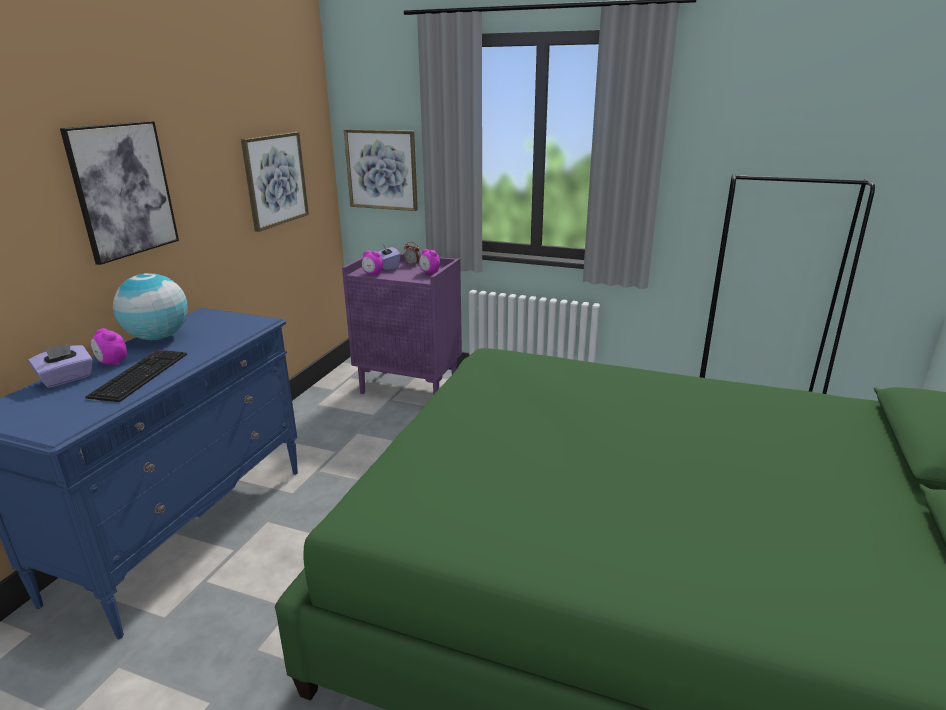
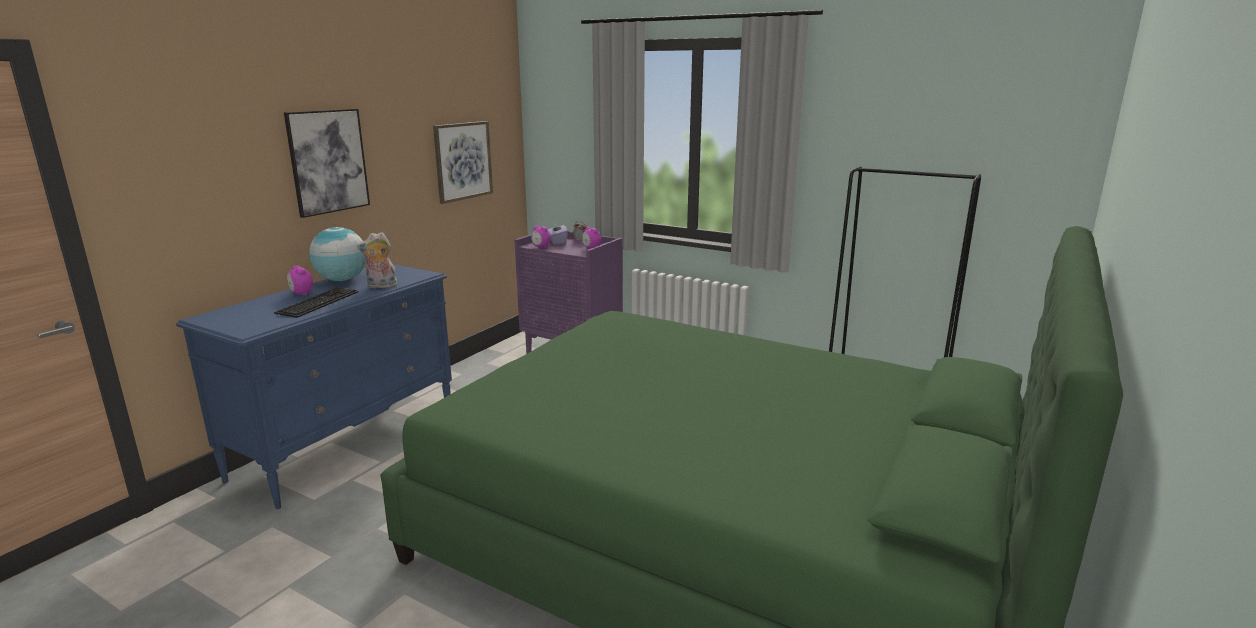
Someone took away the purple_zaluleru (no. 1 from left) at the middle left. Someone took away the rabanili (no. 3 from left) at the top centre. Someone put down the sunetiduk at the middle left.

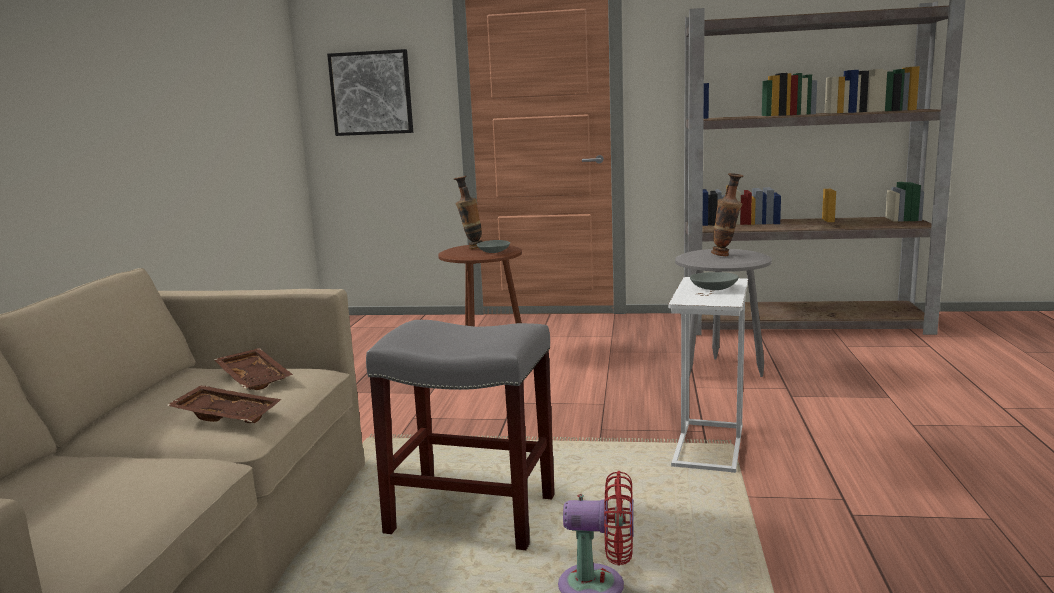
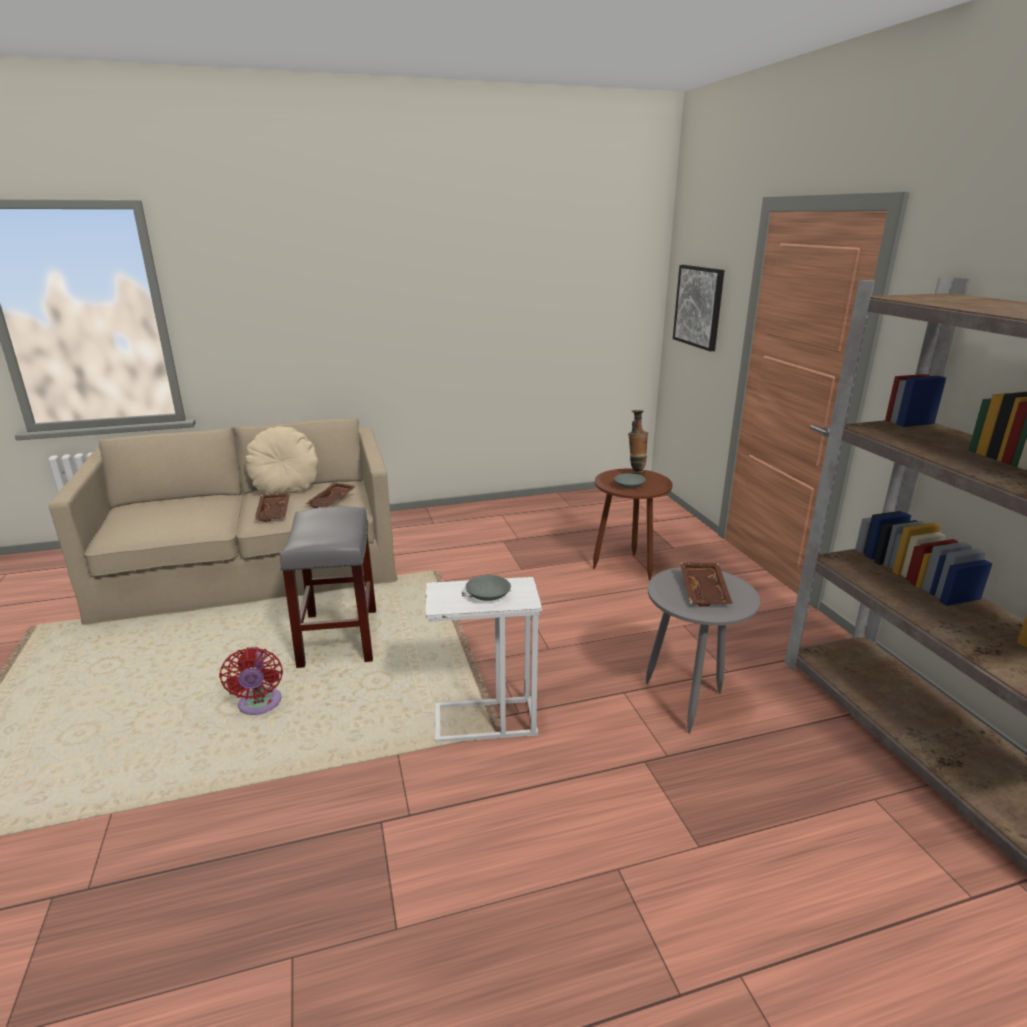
Someone put down the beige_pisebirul at the middle left. Someone swapped the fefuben (no. 2 from left) at the middle right for the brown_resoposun (no. 3 from left) at the middle right.

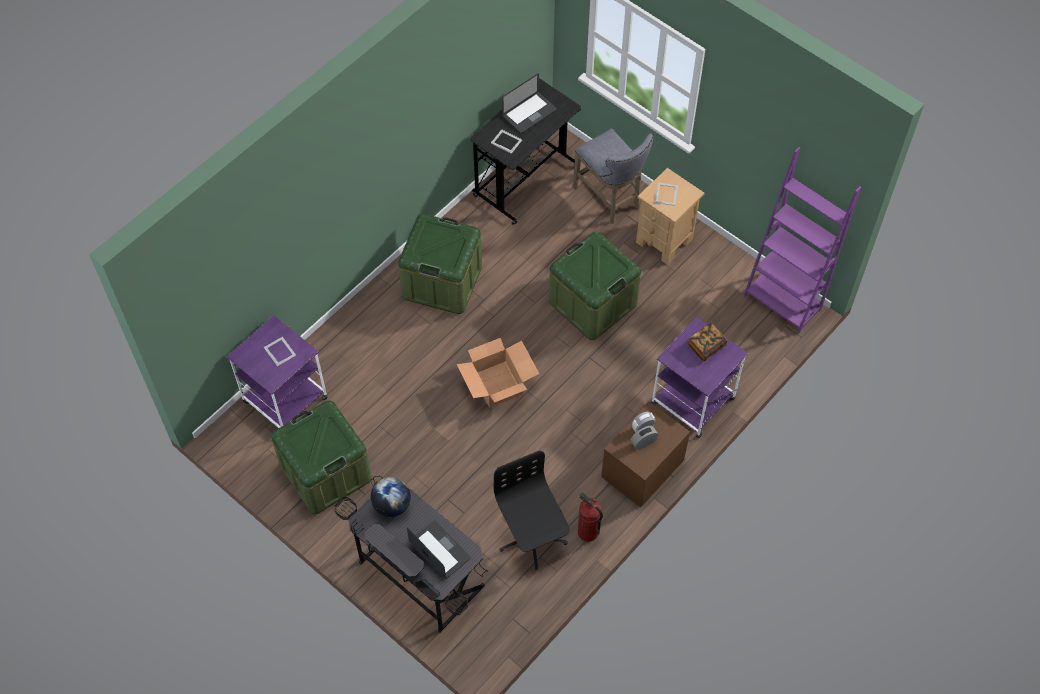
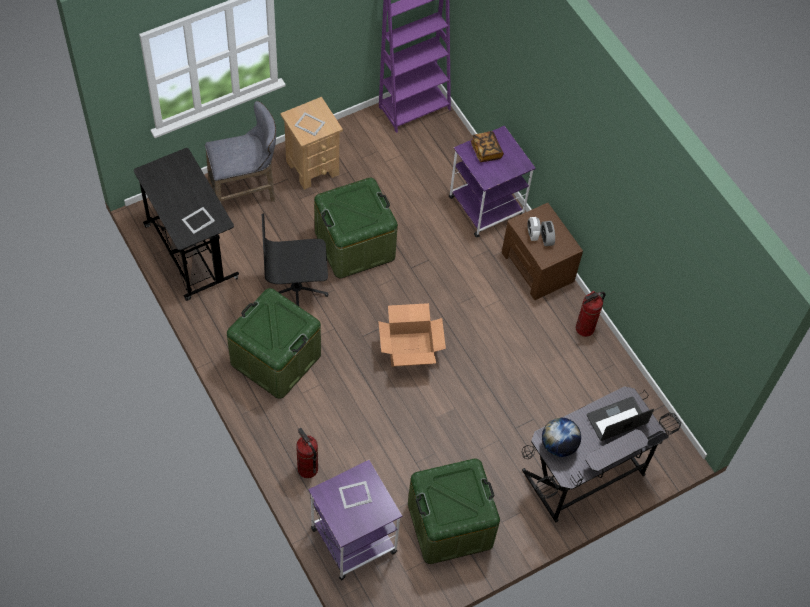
Someone took away the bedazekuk (no. 2 from left) at the top centre. Someone put down the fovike (no. 1 from left) at the bottom centre. Someone carried the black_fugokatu from the bottom centre to the centre.

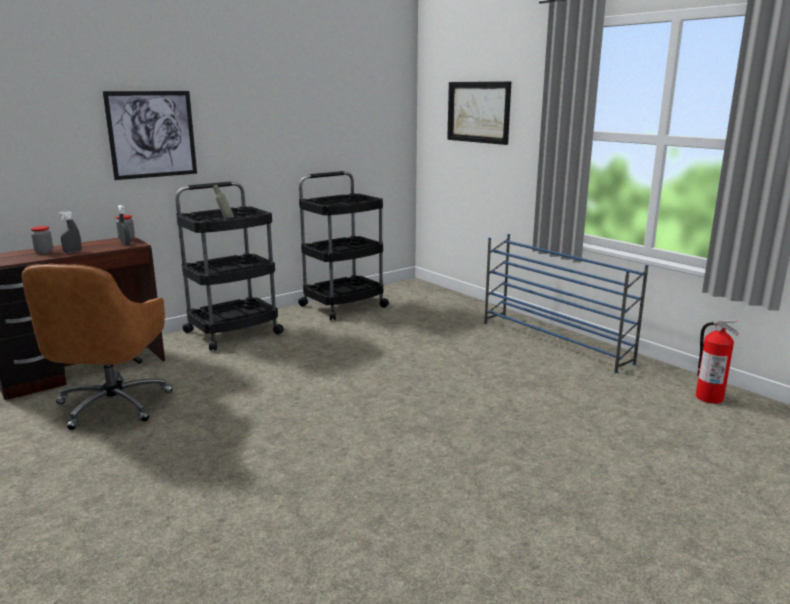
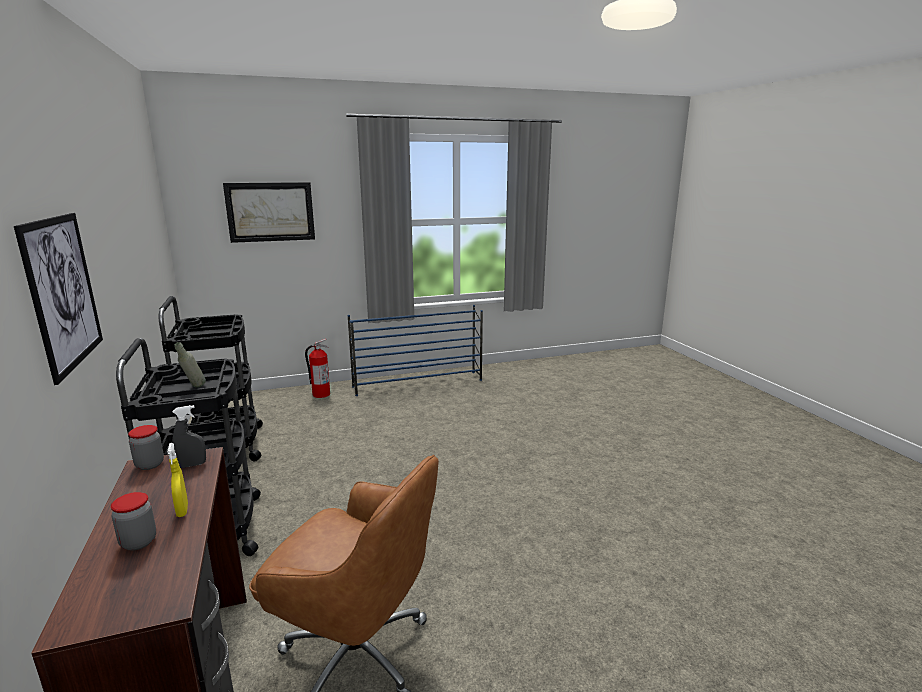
Someone carried the fovike from the middle right to the centre. Someone repainted the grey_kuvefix (no. 1 from left) at the middle left, which became the yellow_kuvefix at the bottom left.

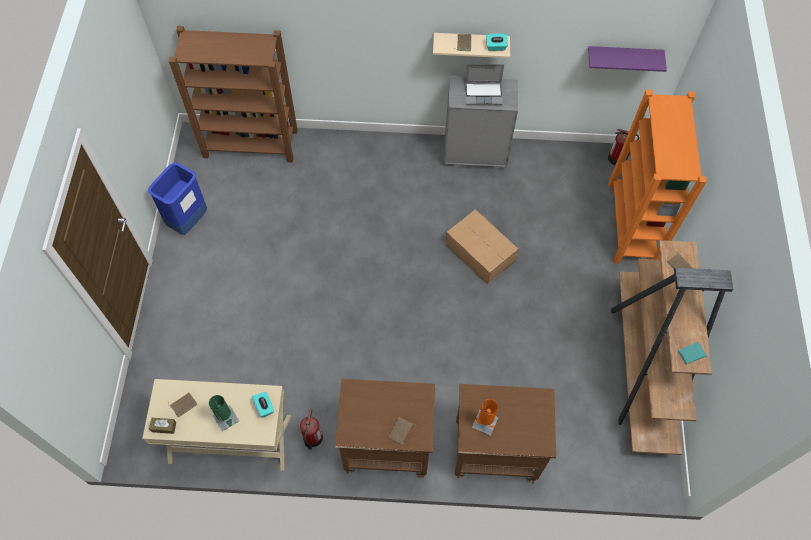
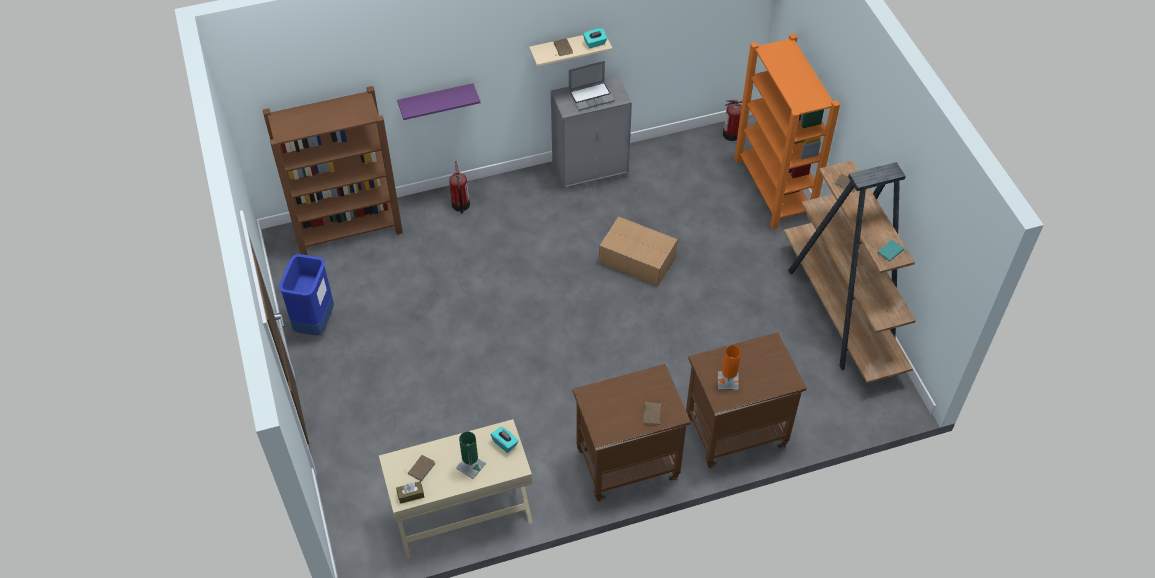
Someone carried the fovike (no. 1 from left) from the bottom centre to the top centre. Someone carried the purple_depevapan from the top right to the top centre.

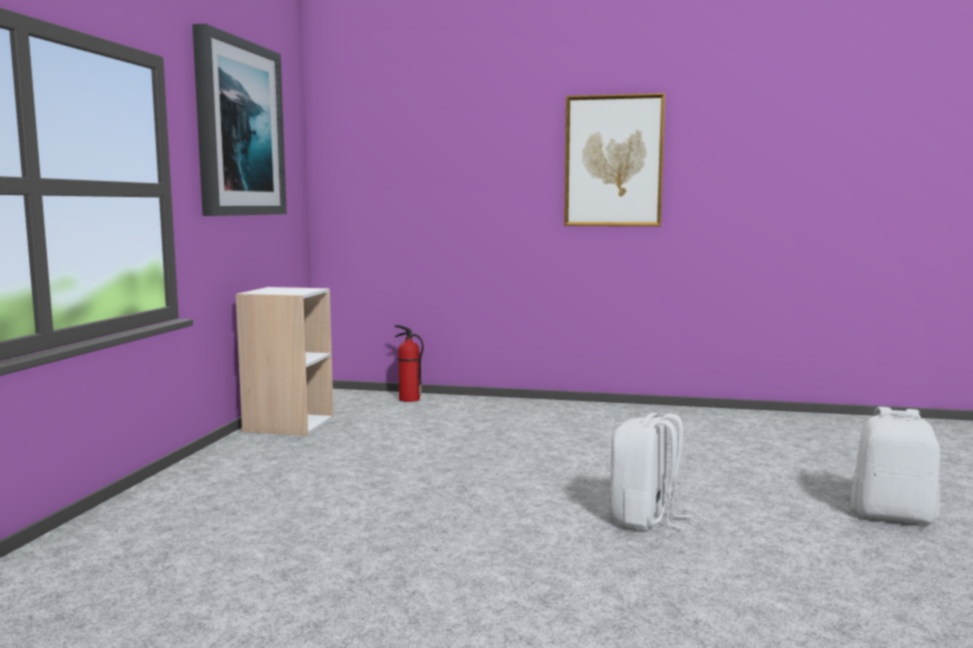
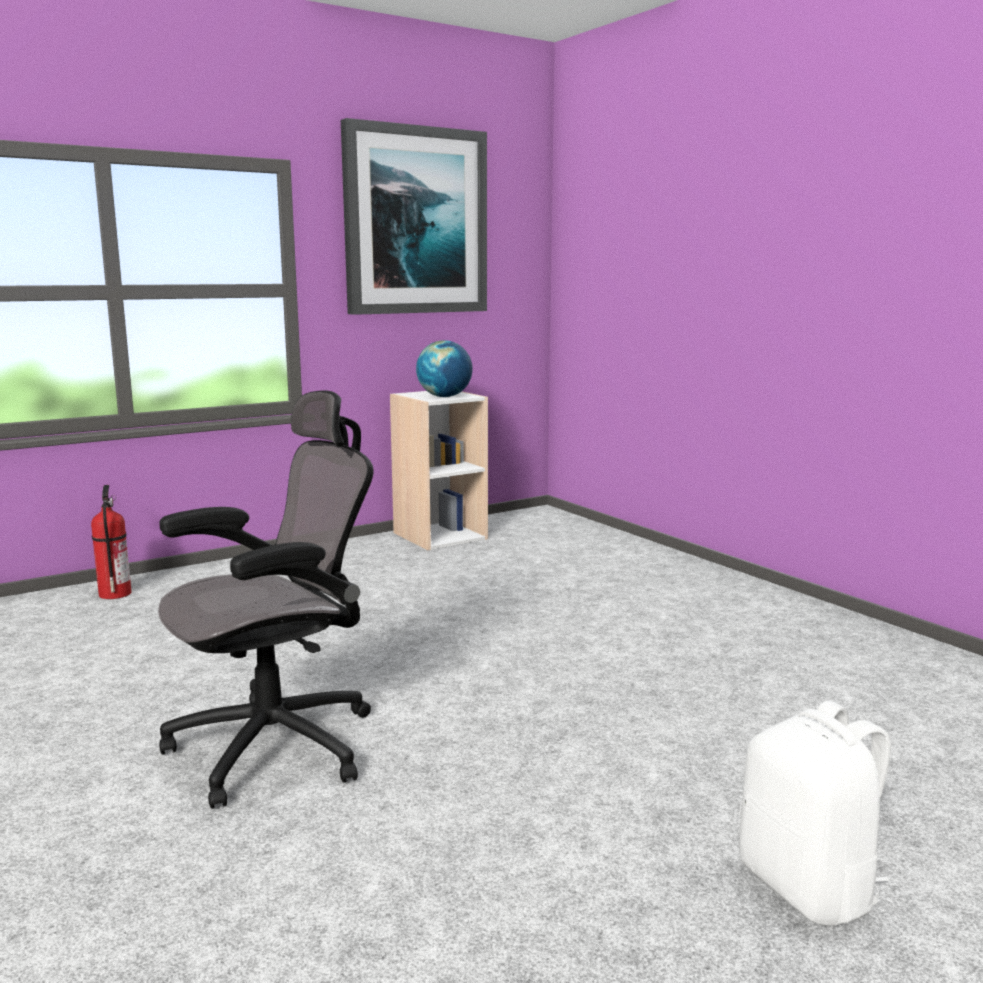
Someone took away the rabanili (no. 2 from left) at the top centre. Someone took away the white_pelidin (no. 1 from left) at the bottom right. Someone put down the fugokatu at the middle left. Someone put down the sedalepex at the centre. Someone carried the fovike from the centre to the middle left.

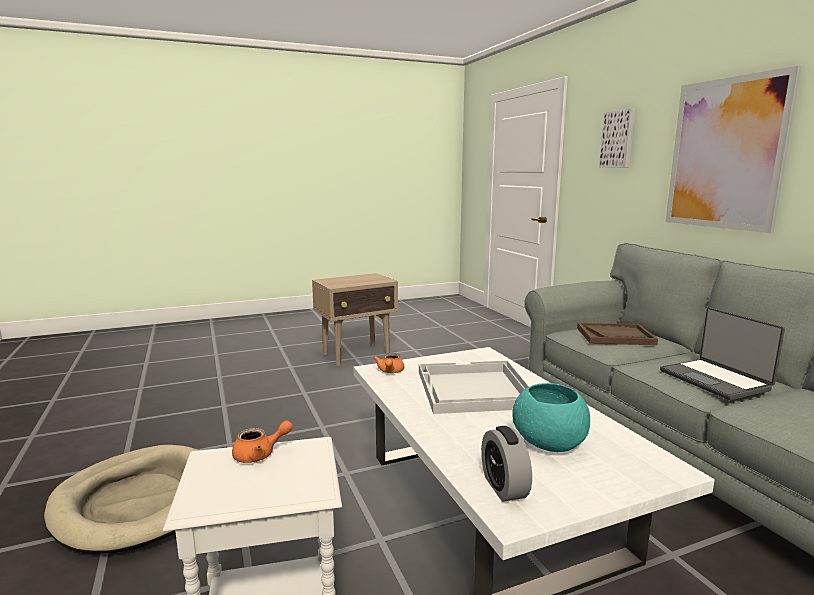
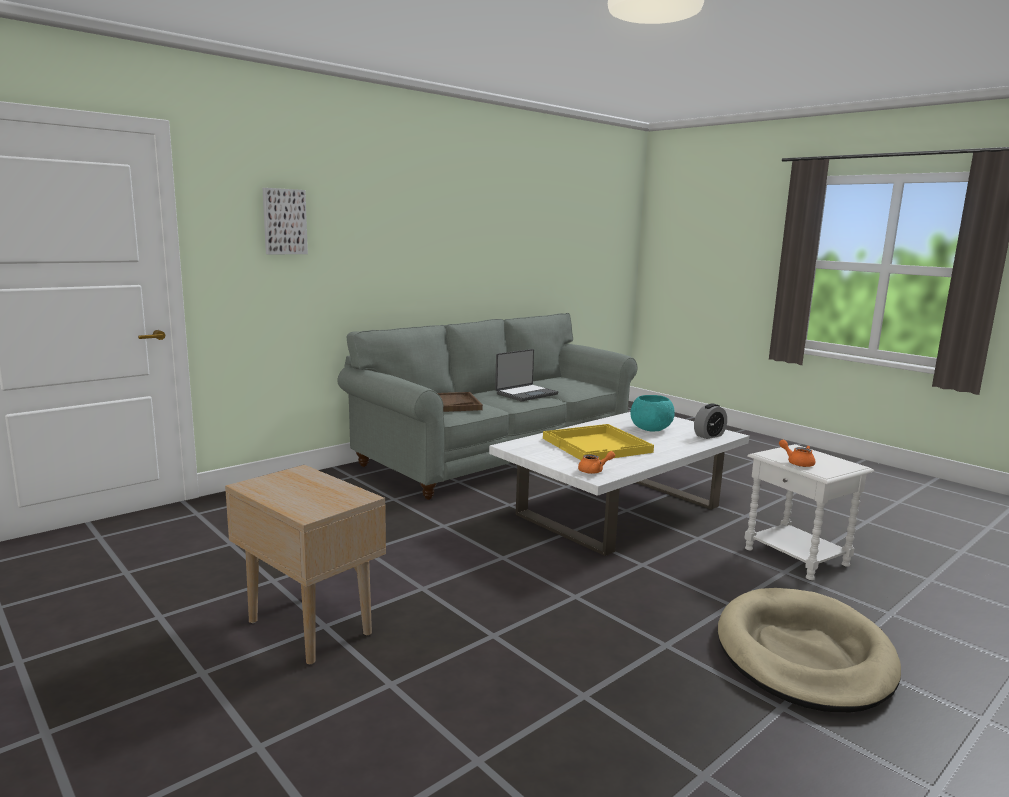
Someone took away the rabanili (no. 2 from left) at the top right. Someone repainted the white_resoposun at the centre, which became the yellow_resoposun at the centre.

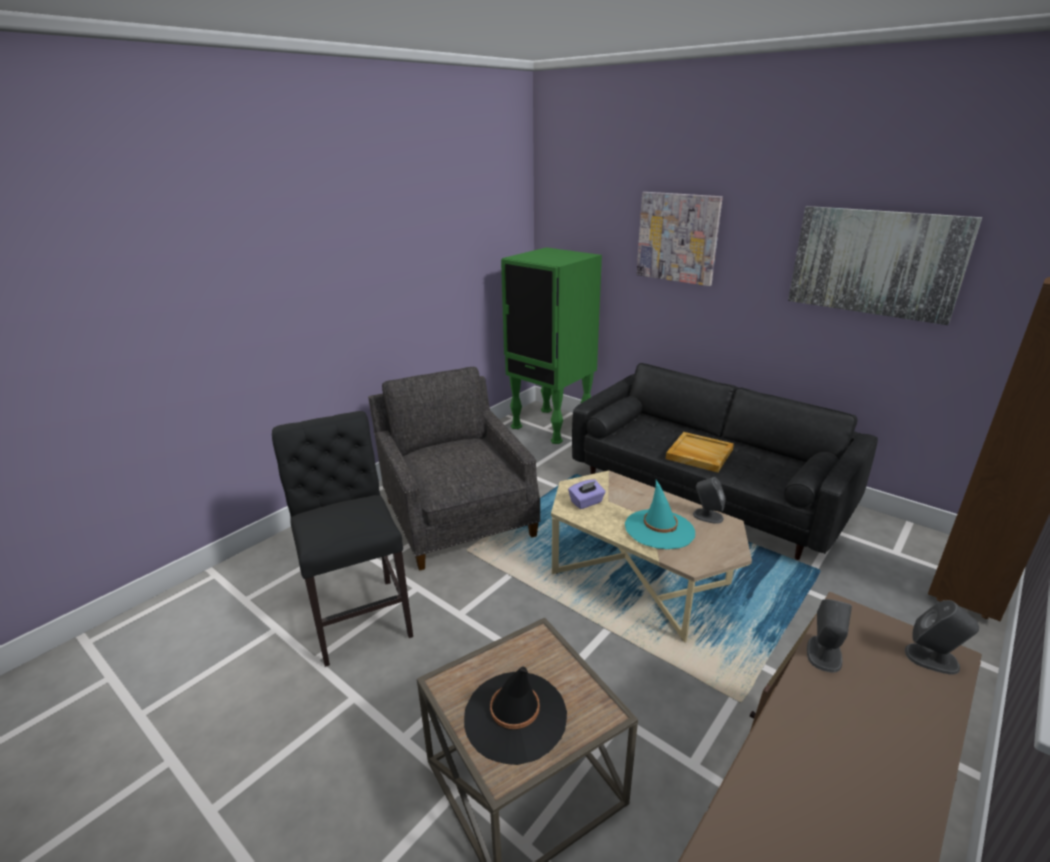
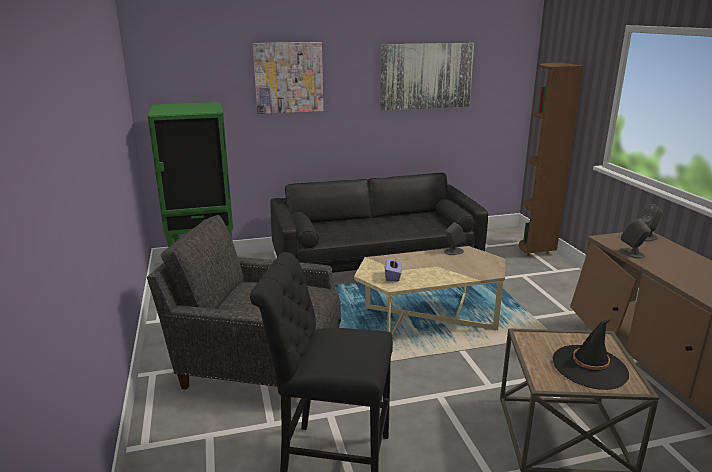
Someone took away the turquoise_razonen at the centre. Someone took away the beige_resoposun at the middle right.

